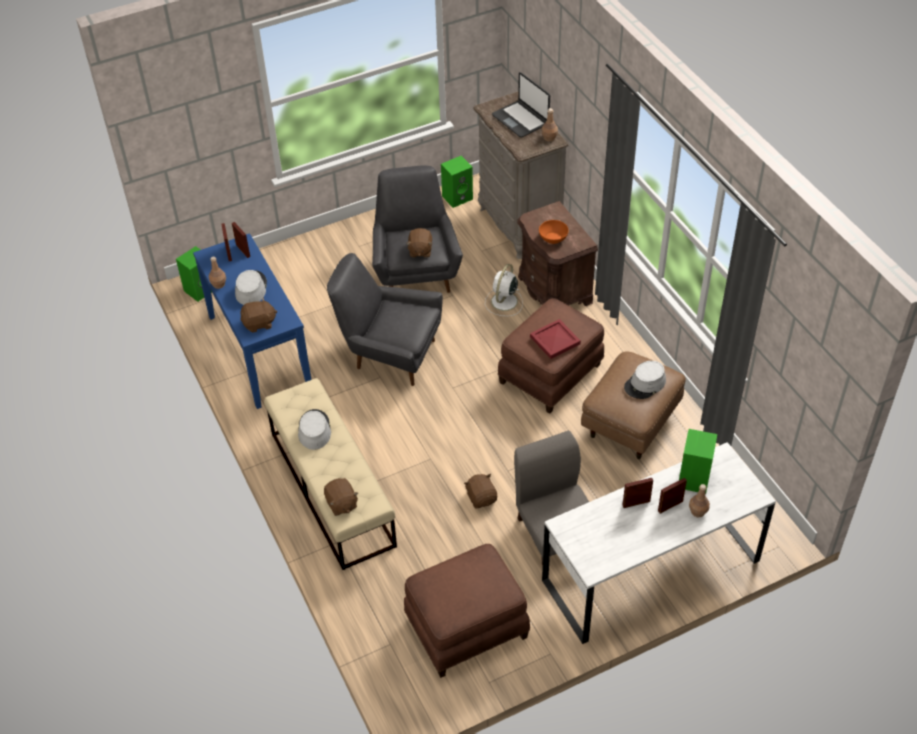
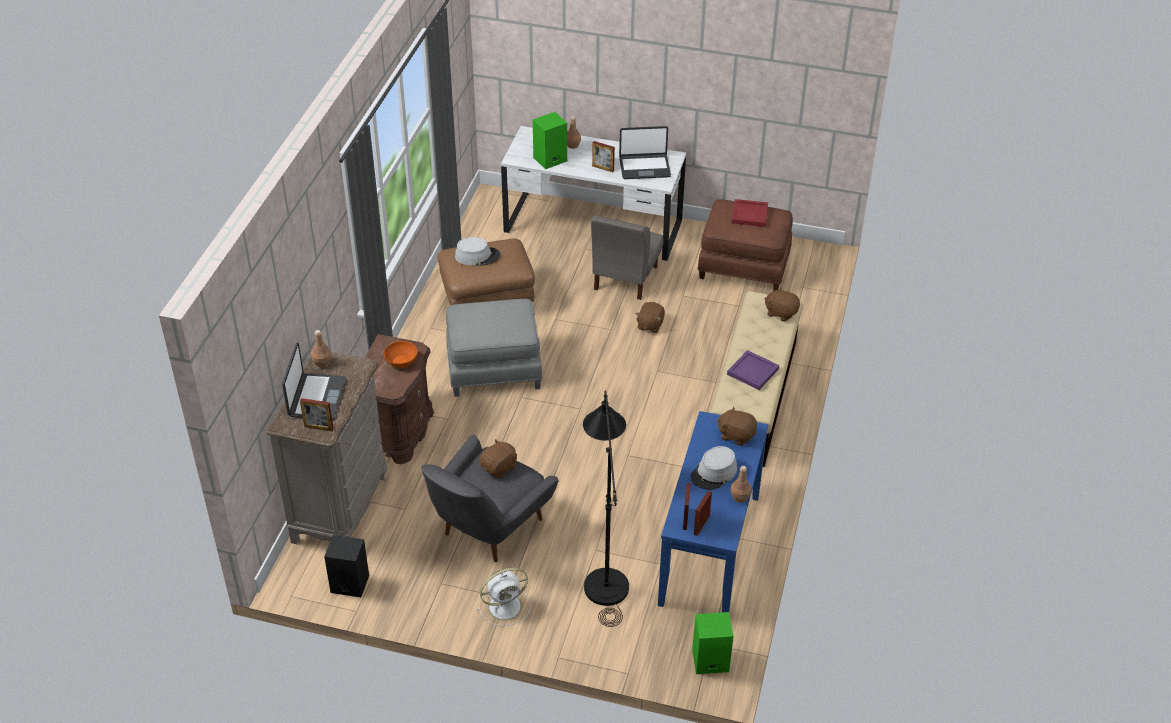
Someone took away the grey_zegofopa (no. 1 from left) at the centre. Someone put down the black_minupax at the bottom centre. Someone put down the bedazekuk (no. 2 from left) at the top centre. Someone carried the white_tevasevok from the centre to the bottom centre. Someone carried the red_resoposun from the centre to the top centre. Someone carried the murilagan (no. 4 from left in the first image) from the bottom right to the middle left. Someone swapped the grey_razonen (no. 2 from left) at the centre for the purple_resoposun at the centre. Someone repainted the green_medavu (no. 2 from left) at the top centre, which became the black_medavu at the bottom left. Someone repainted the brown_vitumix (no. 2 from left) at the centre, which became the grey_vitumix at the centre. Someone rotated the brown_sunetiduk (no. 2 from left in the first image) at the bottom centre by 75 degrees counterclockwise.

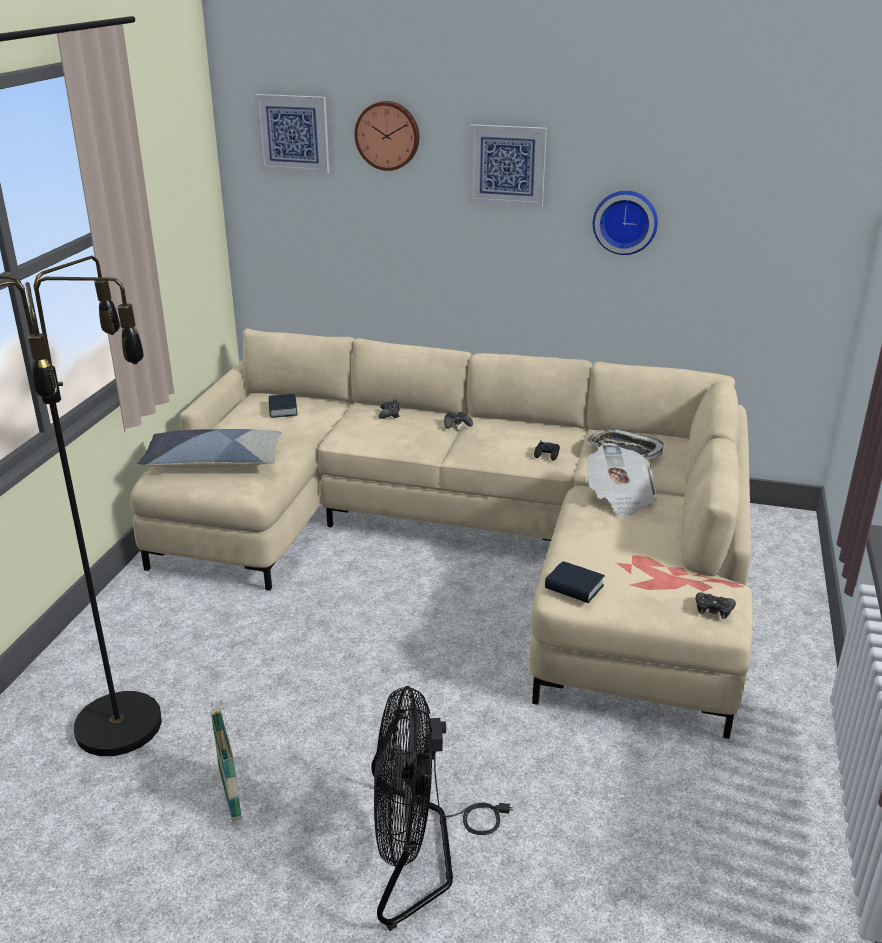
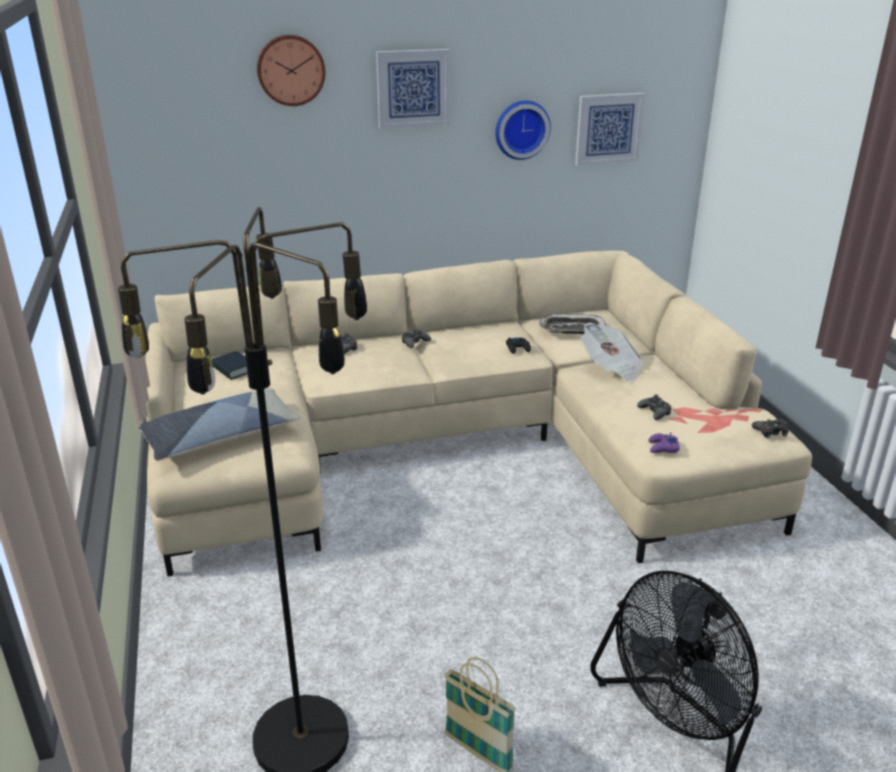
Someone put down the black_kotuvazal (no. 4 from left) at the middle right. Someone carried the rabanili (no. 1 from left in the first image) from the top left to the top right. Someone swapped the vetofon (no. 2 from left) at the centre for the purple_kotuvazal at the middle right.

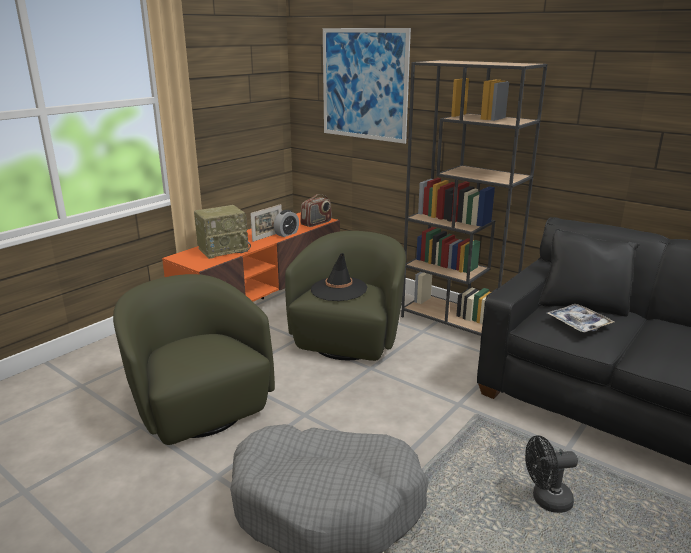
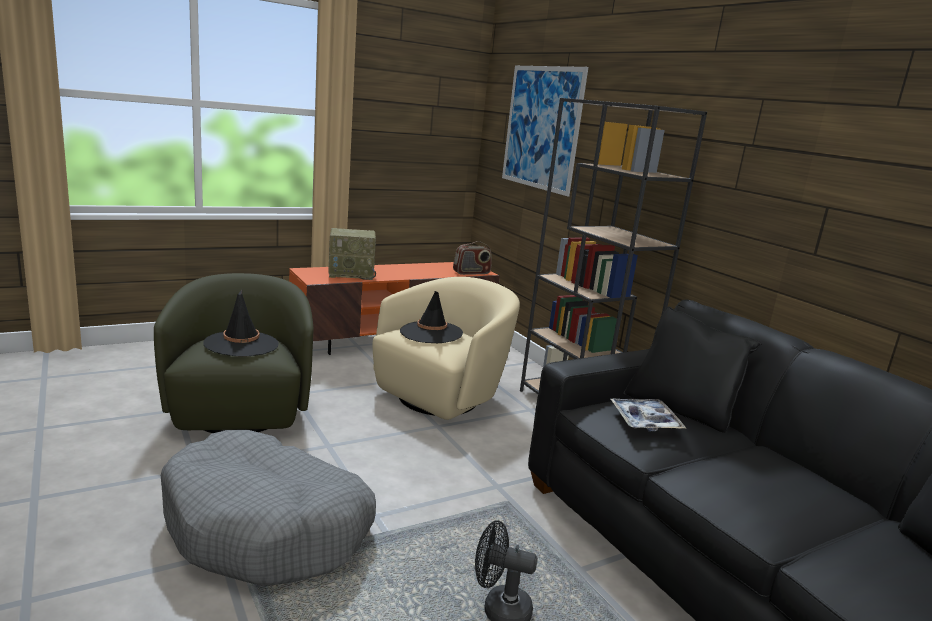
Someone took away the murilagan at the centre. Someone took away the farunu at the centre. Someone put down the black_razonen (no. 1 from left) at the middle left. Someone repainted the green_zegofopa (no. 2 from left) at the centre, which became the beige_zegofopa at the centre.

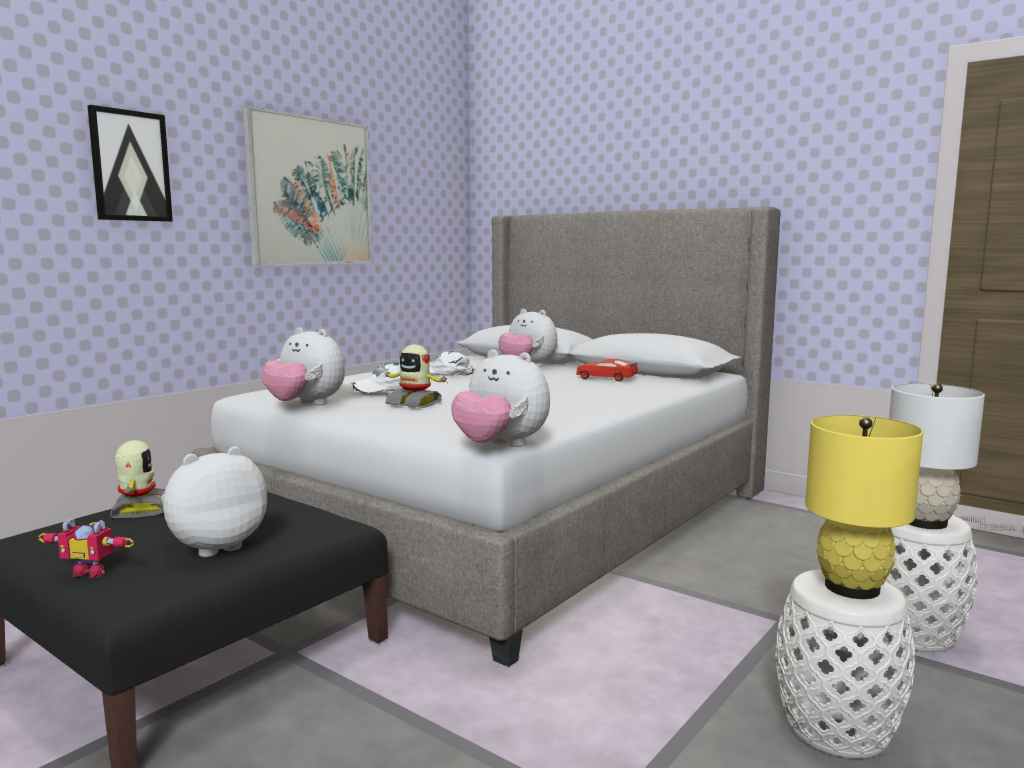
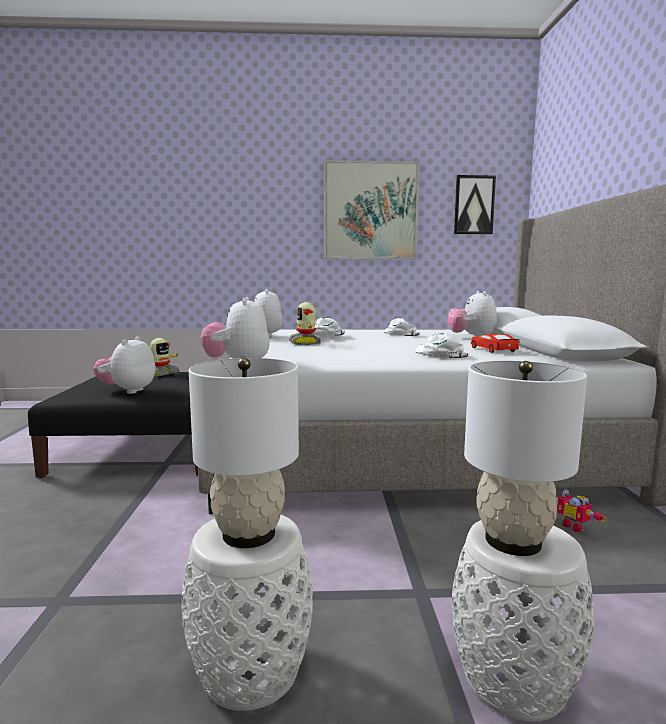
Someone put down the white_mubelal (no. 3 from left) at the centre. Someone carried the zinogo (no. 1 from left in the first image) from the bottom left to the bottom right. Someone carried the rabanili (no. 1 from left in the first image) from the top left to the top right. Someone repainted the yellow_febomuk at the middle right, which became the white_febomuk (no. 1 from left) at the centre. Someone rotated the sunetiduk (no. 1 from left) at the middle left by 90 degrees counterclockwise.

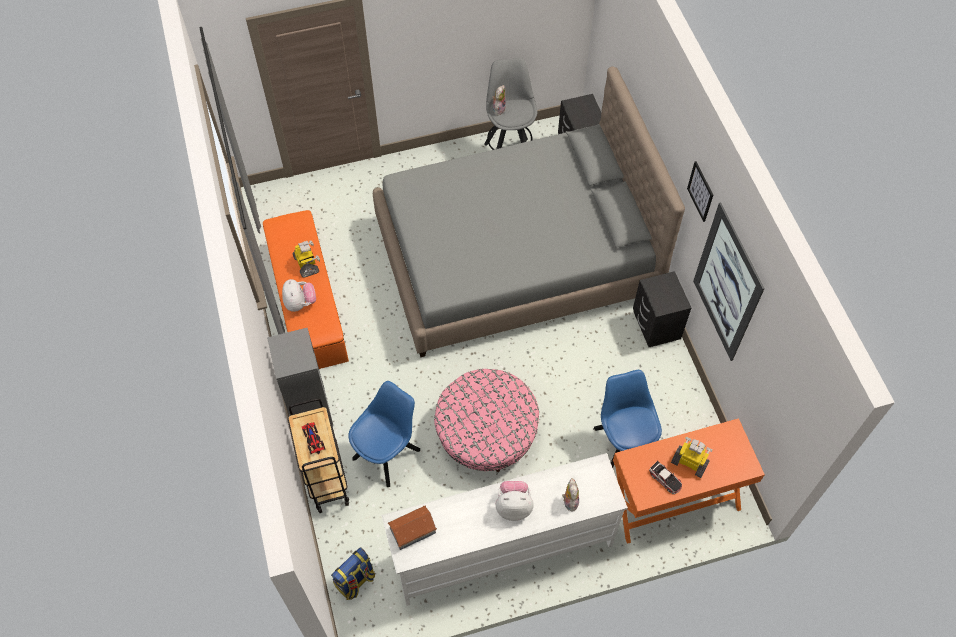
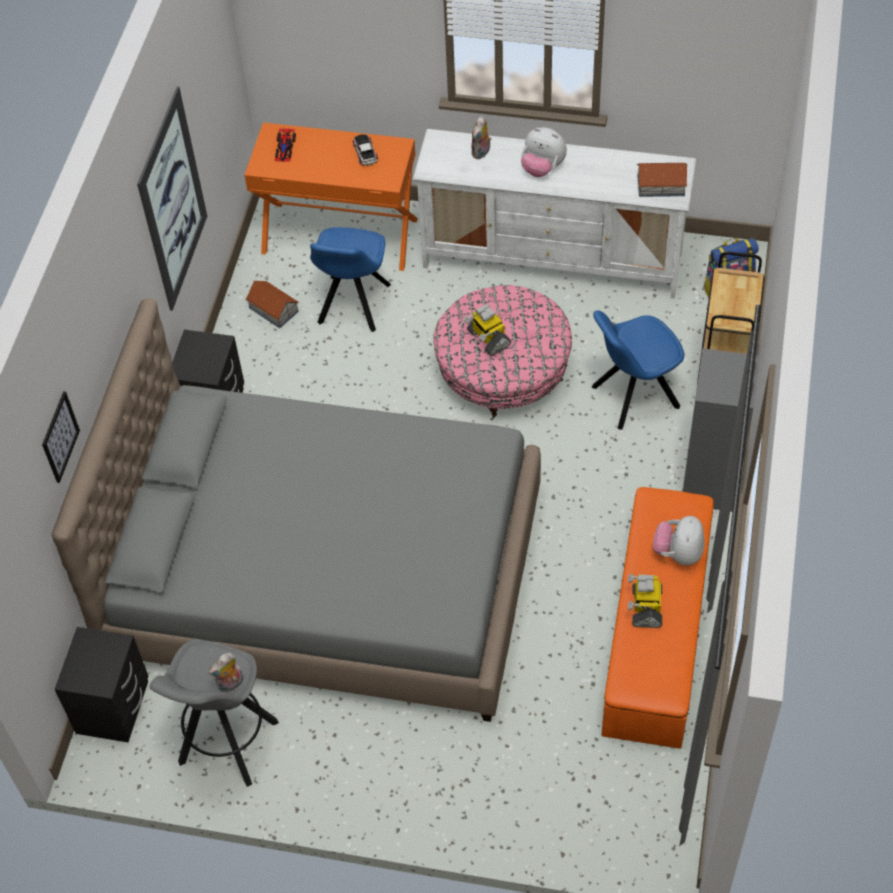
Someone put down the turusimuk (no. 1 from left) at the middle left. Someone carried the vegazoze (no. 1 from left) from the bottom left to the top left. Someone carried the zinogo (no. 2 from left in the first image) from the bottom right to the centre. Someone carried the rabanili (no. 1 from left) from the top right to the middle left.

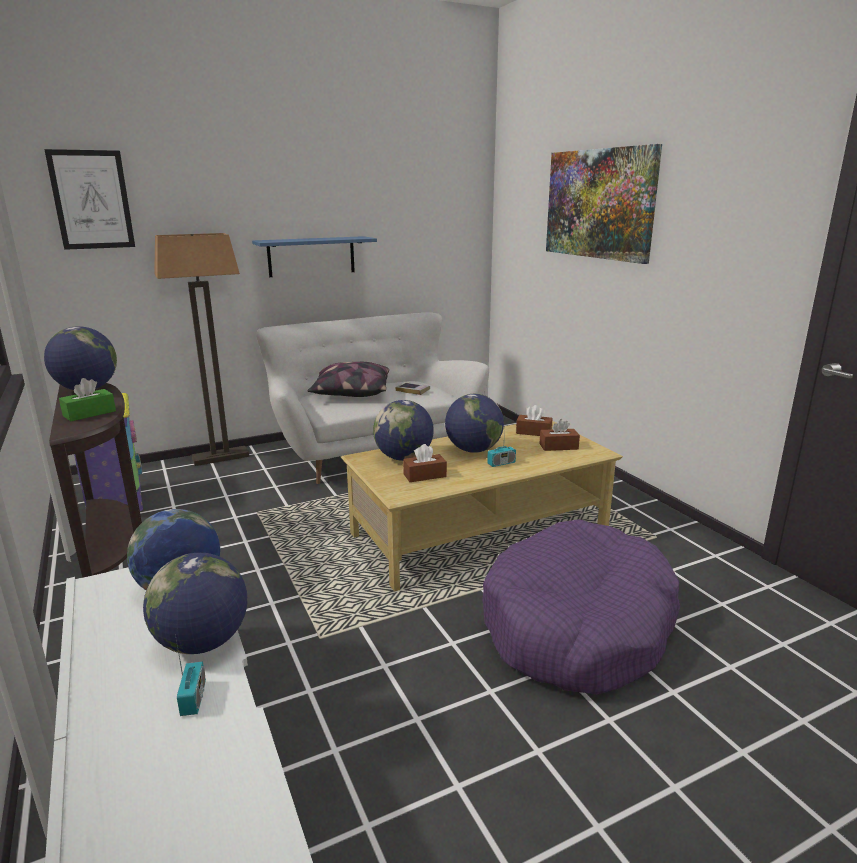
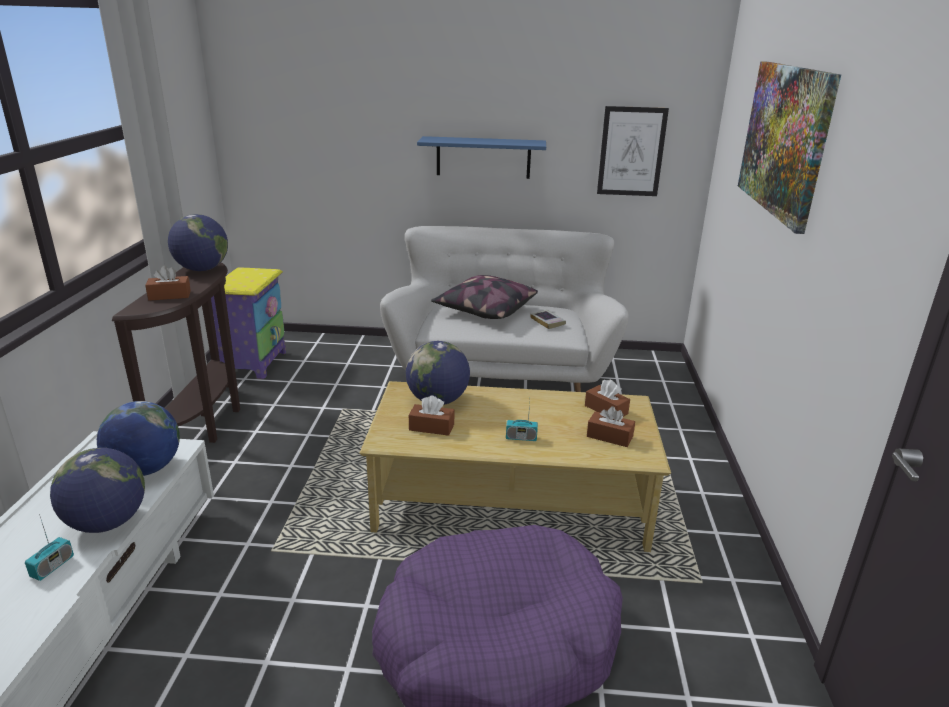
Someone took away the minupax at the middle left. Someone took away the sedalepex (no. 5 from left) at the centre. Someone carried the rabanili (no. 1 from left) from the top left to the top right. Someone repainted the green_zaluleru at the middle left, which became the brown_zaluleru (no. 1 from left) at the middle left.

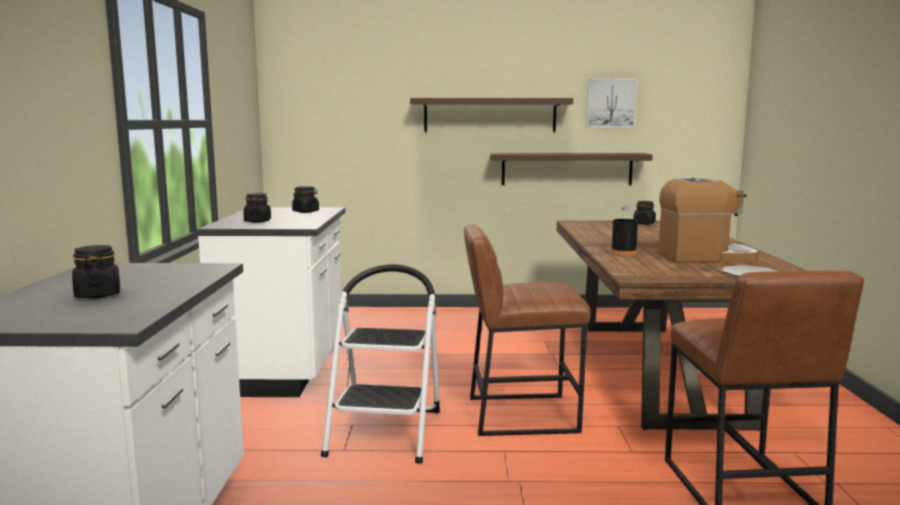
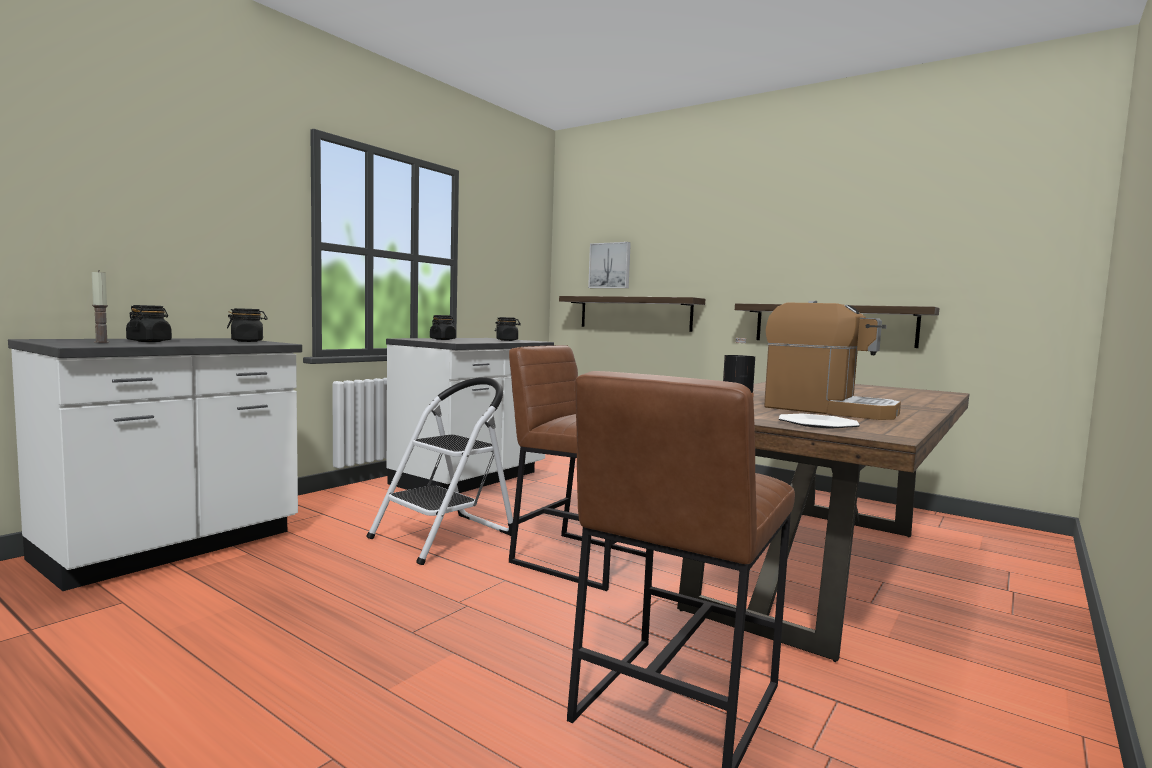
Someone put down the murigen at the middle left. Someone carried the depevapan (no. 1 from left) from the top centre to the centre. Someone carried the rabanili from the top right to the centre. Someone carried the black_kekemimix (no. 4 from left in the first image) from the middle right to the middle left.

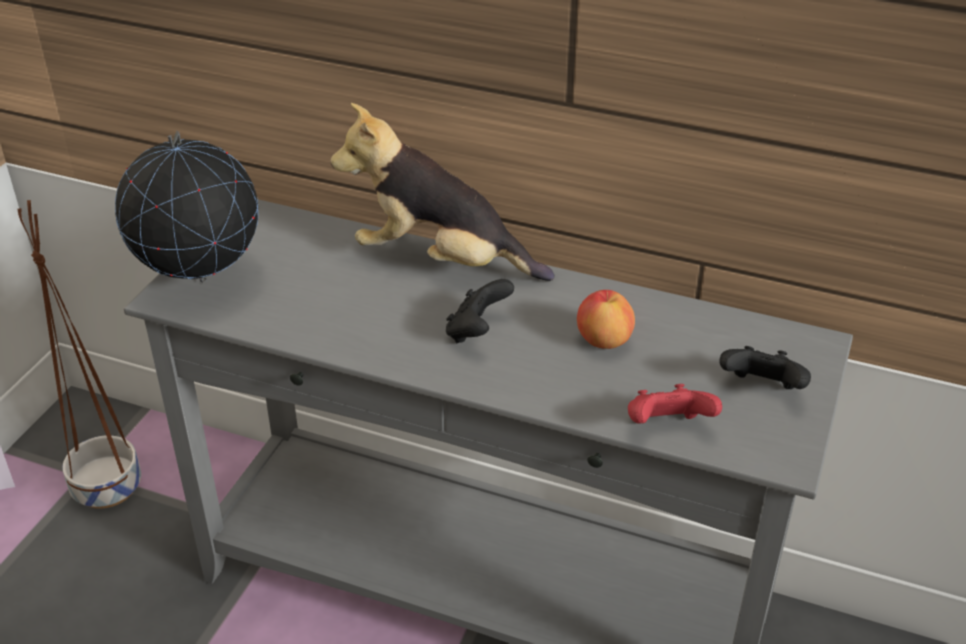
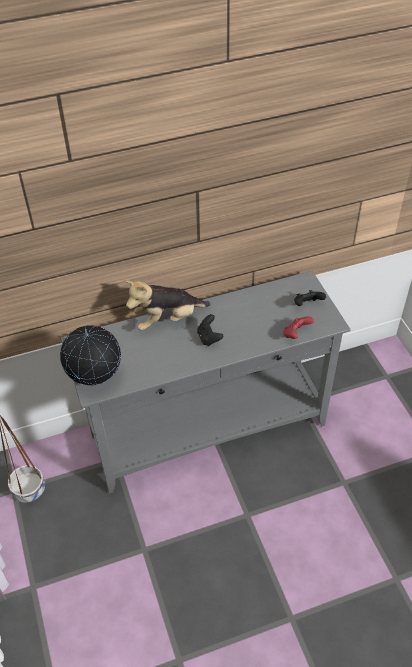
Someone took away the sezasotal at the centre.

